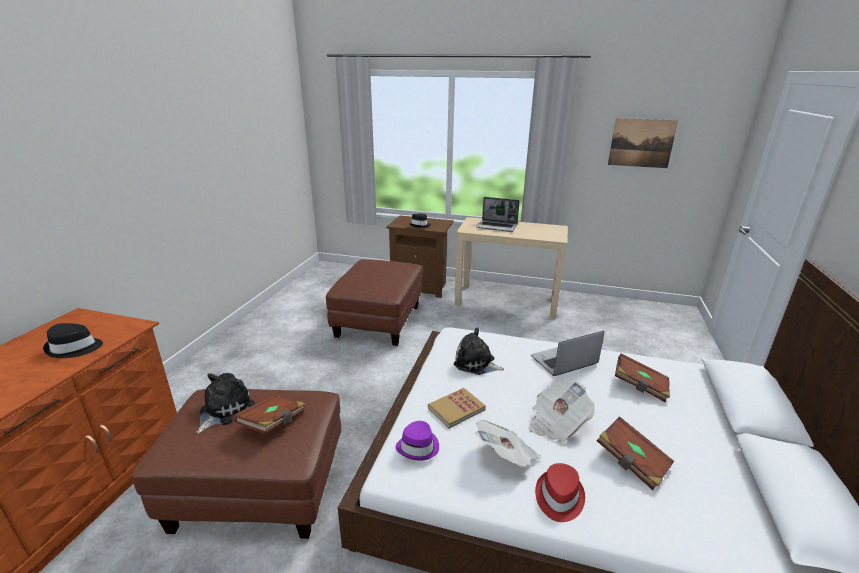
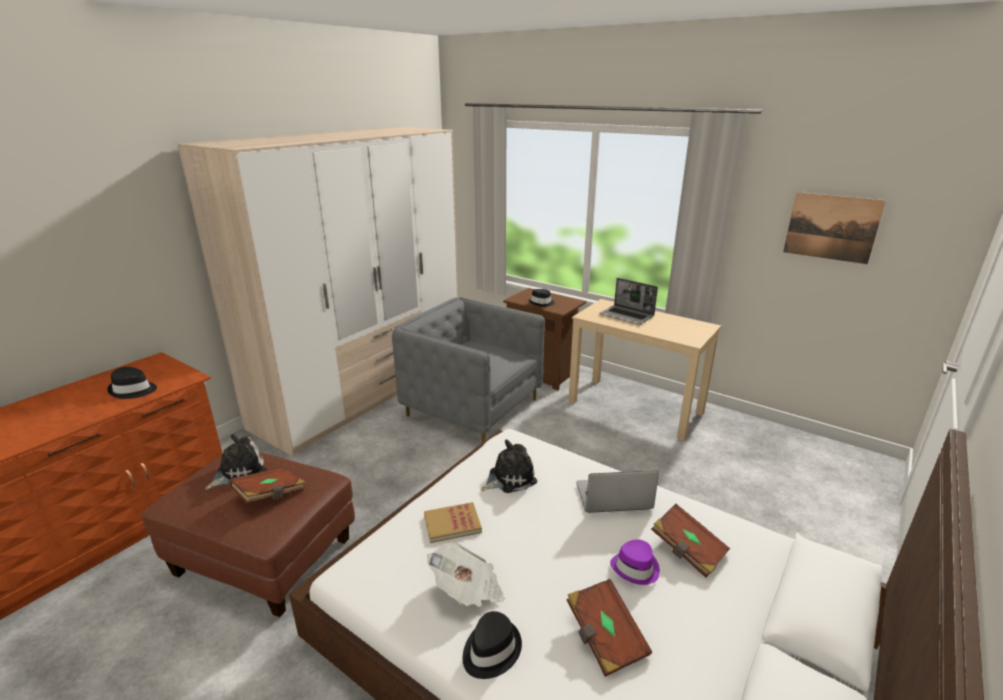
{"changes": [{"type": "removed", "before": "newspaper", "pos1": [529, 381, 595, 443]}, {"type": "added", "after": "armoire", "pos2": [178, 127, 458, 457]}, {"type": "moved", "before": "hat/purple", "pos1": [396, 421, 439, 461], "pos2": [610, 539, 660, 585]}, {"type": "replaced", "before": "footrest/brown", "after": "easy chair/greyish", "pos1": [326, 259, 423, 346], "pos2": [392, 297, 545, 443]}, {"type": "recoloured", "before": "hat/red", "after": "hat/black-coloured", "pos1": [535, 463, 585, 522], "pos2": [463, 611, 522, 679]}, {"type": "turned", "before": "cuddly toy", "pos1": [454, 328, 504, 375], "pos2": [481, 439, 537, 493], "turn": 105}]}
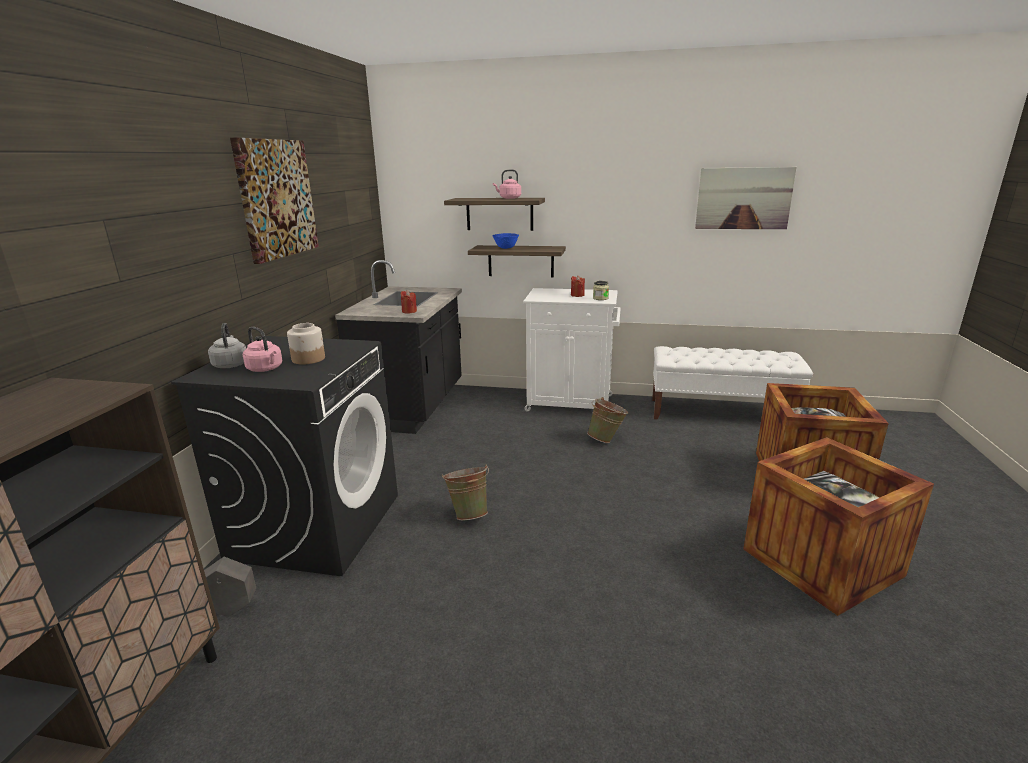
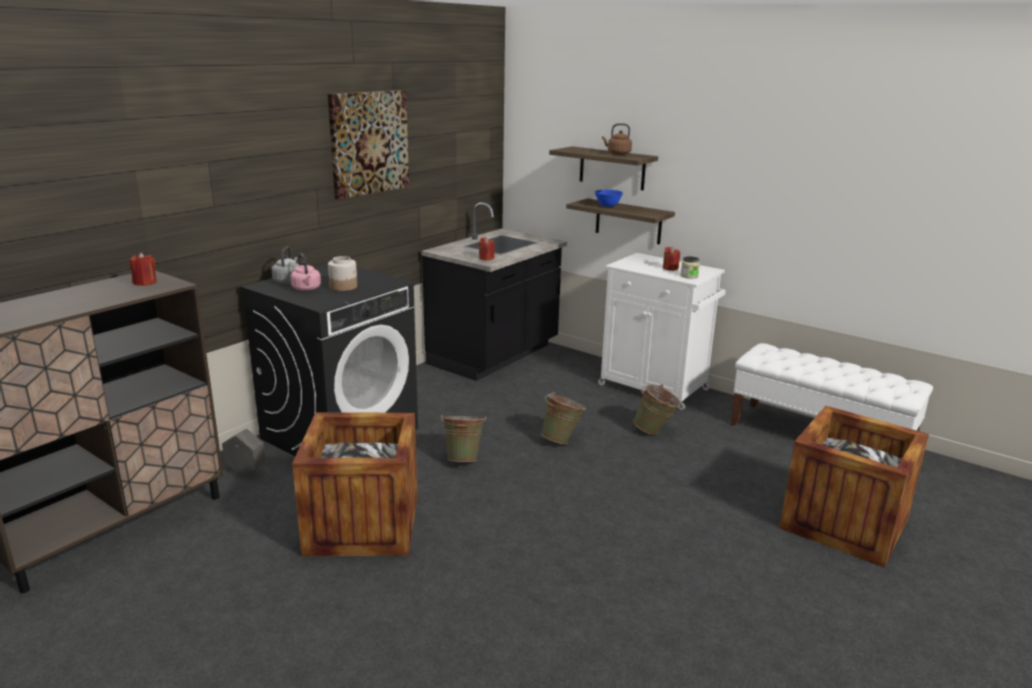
{"changes": [{"type": "removed", "before": "wall art", "pos1": [695, 167, 797, 229]}, {"type": "added", "after": "wax candle/red", "pos2": [129, 252, 157, 286]}, {"type": "added", "after": "water bucket/greenish", "pos2": [541, 392, 586, 444]}, {"type": "moved", "before": "shipping crate", "pos1": [743, 437, 934, 616], "pos2": [292, 413, 417, 556]}, {"type": "recoloured", "before": "tea kettle/pinkish", "after": "tea kettle/brown", "pos1": [493, 169, 521, 199], "pos2": [602, 123, 632, 155]}]}
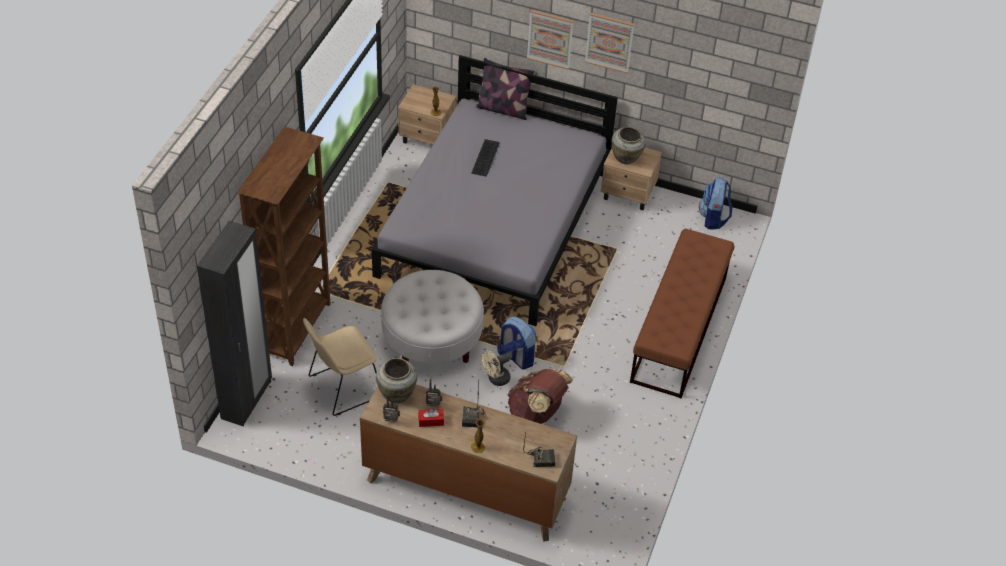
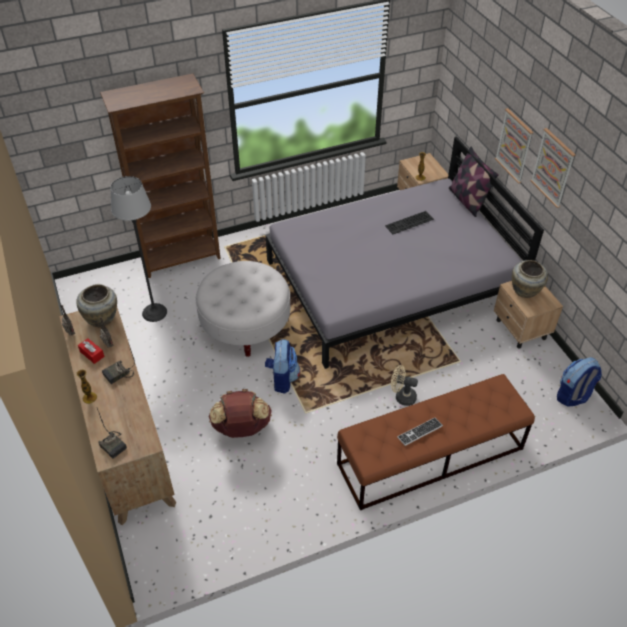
{"changes": [{"type": "removed", "before": "armoire/black-coloured", "pos1": [197, 221, 272, 427]}, {"type": "added", "after": "keyboard", "pos2": [397, 417, 443, 446]}, {"type": "moved", "before": "fan/sand-coloured", "pos1": [482, 350, 510, 386], "pos2": [391, 365, 418, 406]}, {"type": "replaced", "before": "plain chair/sand-coloured", "after": "standing lamp", "pos1": [303, 318, 377, 416], "pos2": [110, 176, 167, 322]}]}
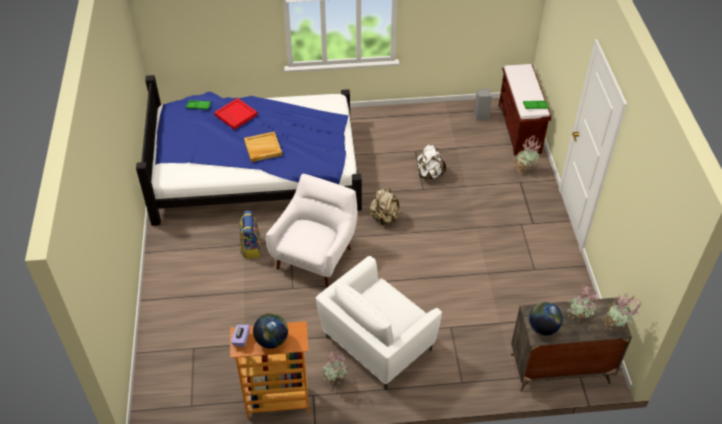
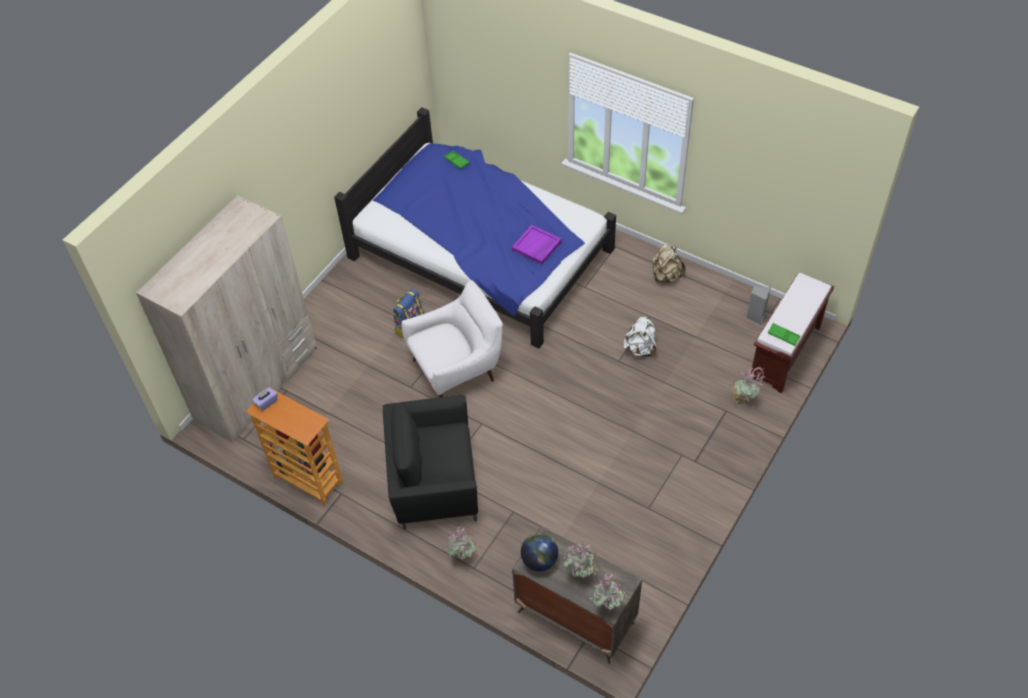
{"changes": [{"type": "removed", "before": "carrying tray/red", "pos1": [214, 98, 258, 130]}, {"type": "removed", "before": "carrying tray/sand-coloured", "pos1": [244, 131, 282, 162]}, {"type": "removed", "before": "desk globe", "pos1": [253, 313, 288, 349]}, {"type": "added", "after": "armoire/sand-coloured", "pos2": [136, 195, 317, 443]}, {"type": "added", "after": "carrying tray/purple", "pos2": [512, 225, 561, 265]}, {"type": "moved", "before": "houseplant", "pos1": [322, 351, 348, 383], "pos2": [446, 526, 478, 559]}, {"type": "moved", "before": "backpack/sand-coloured", "pos1": [369, 188, 399, 225], "pos2": [652, 244, 685, 283]}, {"type": "recoloured", "before": "easy chair/white", "after": "easy chair/black-coloured", "pos1": [316, 256, 442, 390], "pos2": [383, 395, 478, 530]}]}
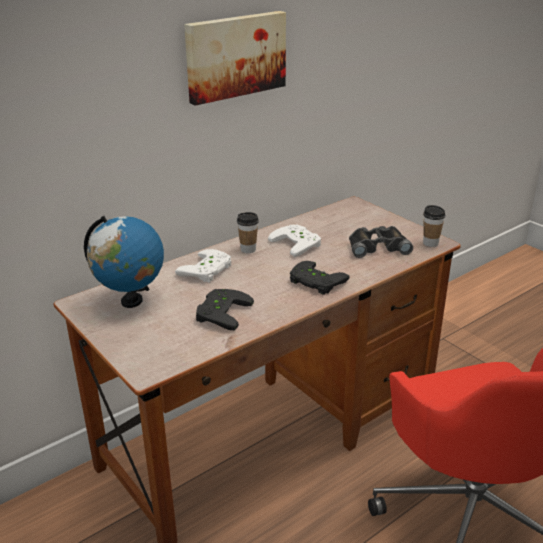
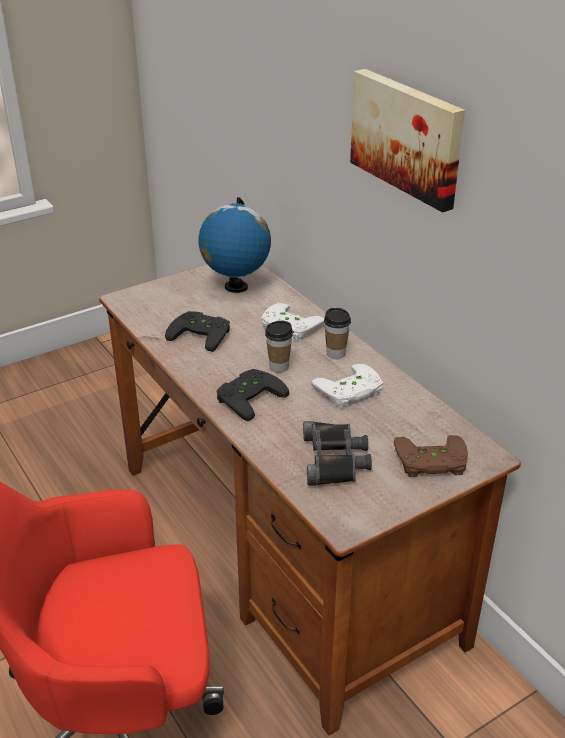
{"changes": [{"type": "added", "after": "game controller/brown", "pos2": [394, 435, 468, 477]}, {"type": "moved", "before": "cup", "pos1": [423, 205, 445, 247], "pos2": [265, 321, 293, 373]}]}
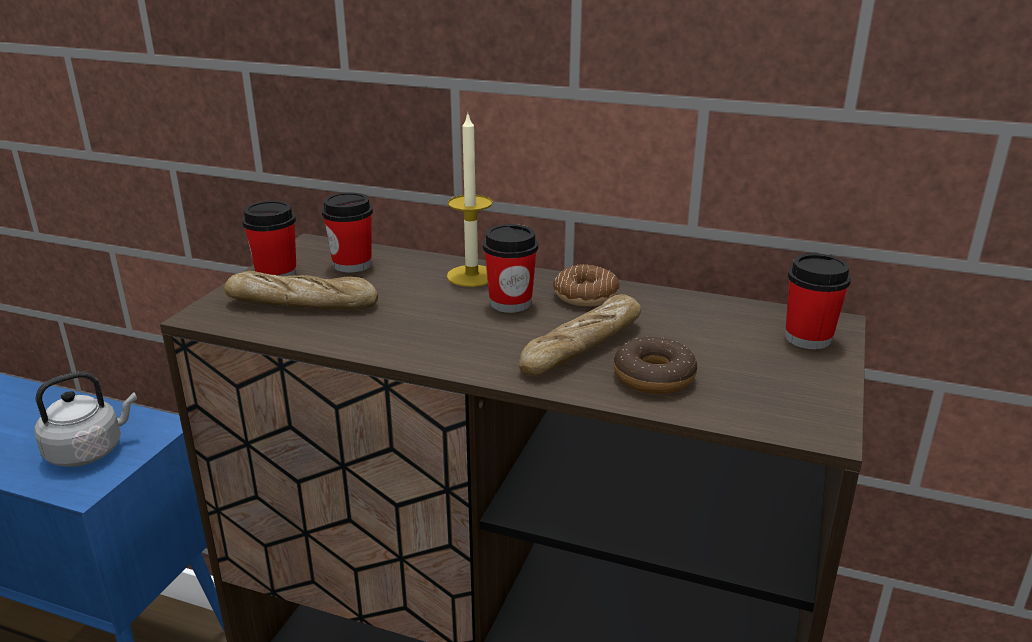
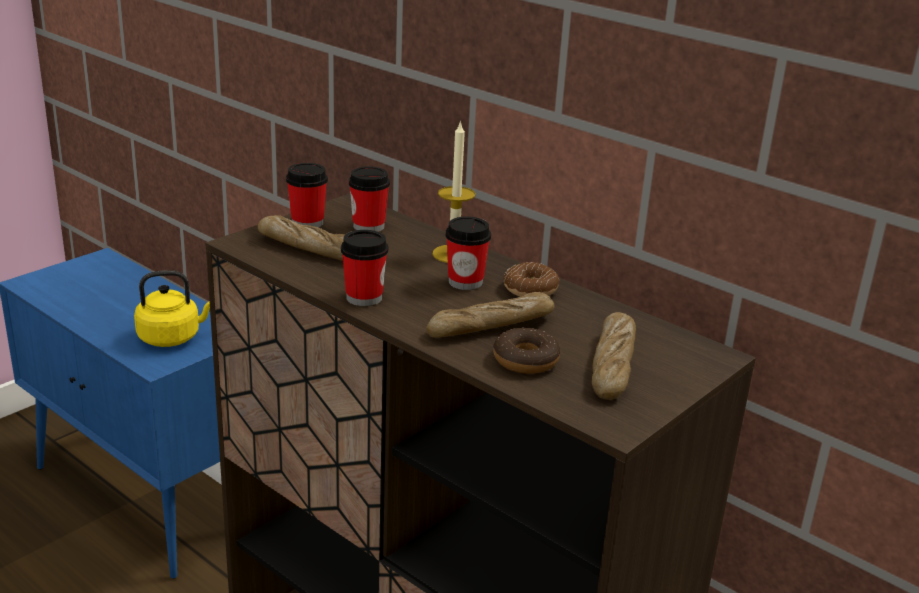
{"changes": [{"type": "added", "after": "bread", "pos2": [592, 312, 636, 400]}, {"type": "moved", "before": "cup", "pos1": [785, 253, 851, 349], "pos2": [341, 230, 388, 306]}, {"type": "recoloured", "before": "tea kettle/greyish", "after": "tea kettle/yellow-coloured", "pos1": [34, 371, 137, 467], "pos2": [134, 270, 210, 347]}]}
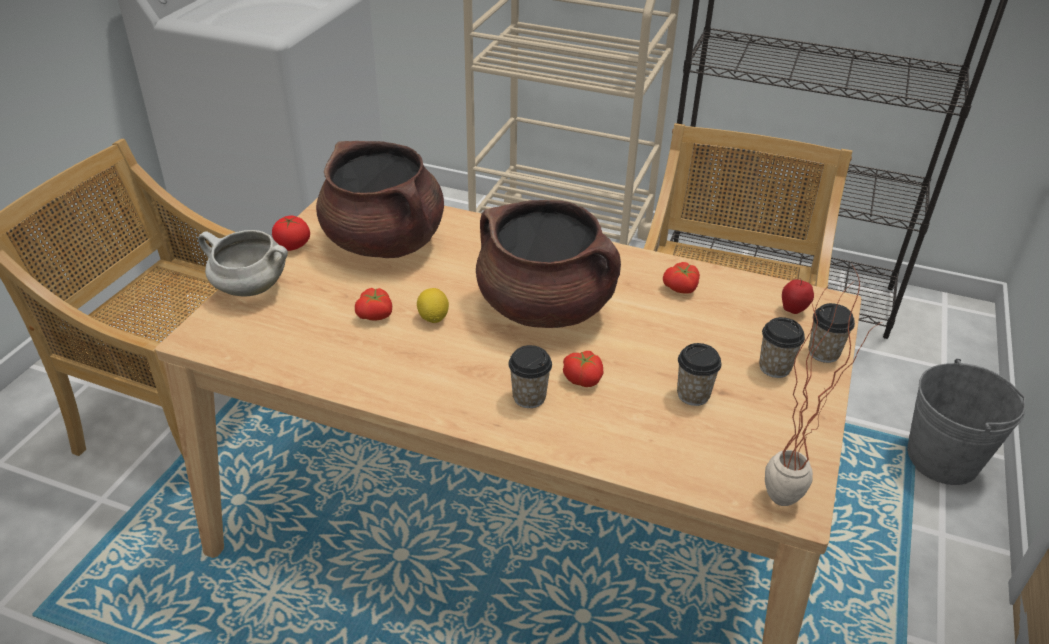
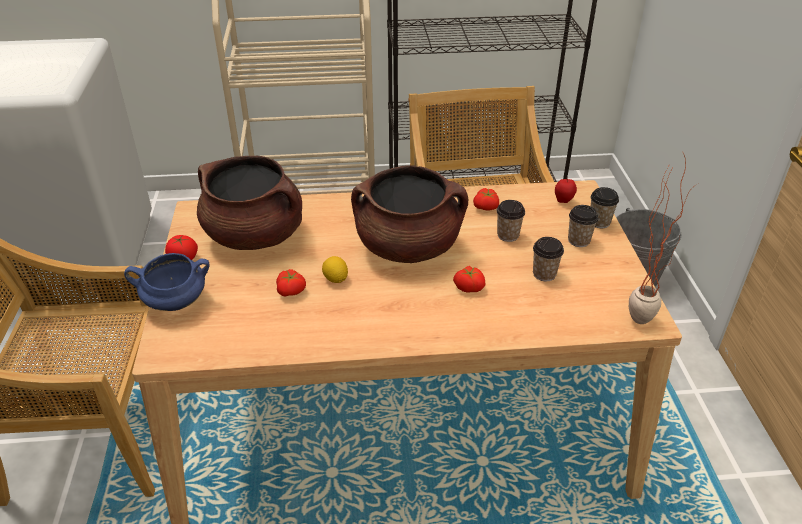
{"changes": [{"type": "moved", "before": "cup", "pos1": [508, 345, 552, 408], "pos2": [497, 200, 525, 242]}, {"type": "recoloured", "before": "saucepot/white", "after": "saucepot/blue", "pos1": [198, 230, 288, 296], "pos2": [124, 253, 210, 311]}]}
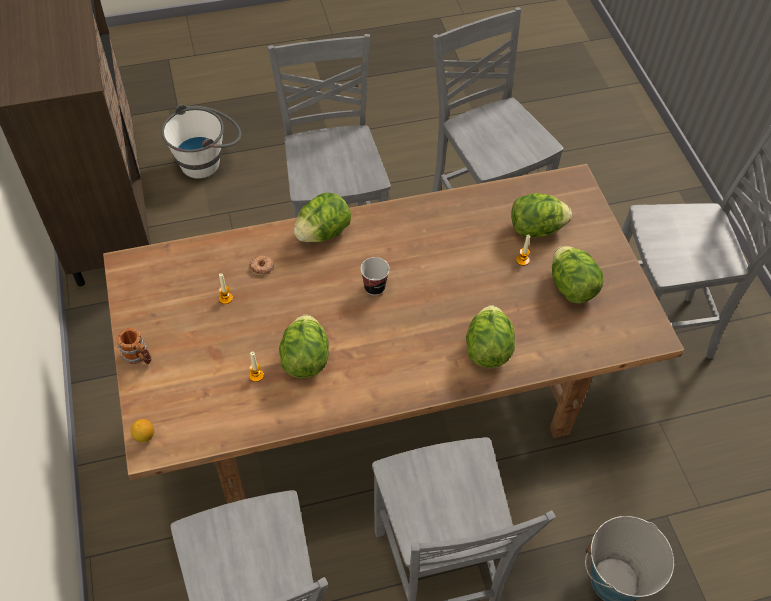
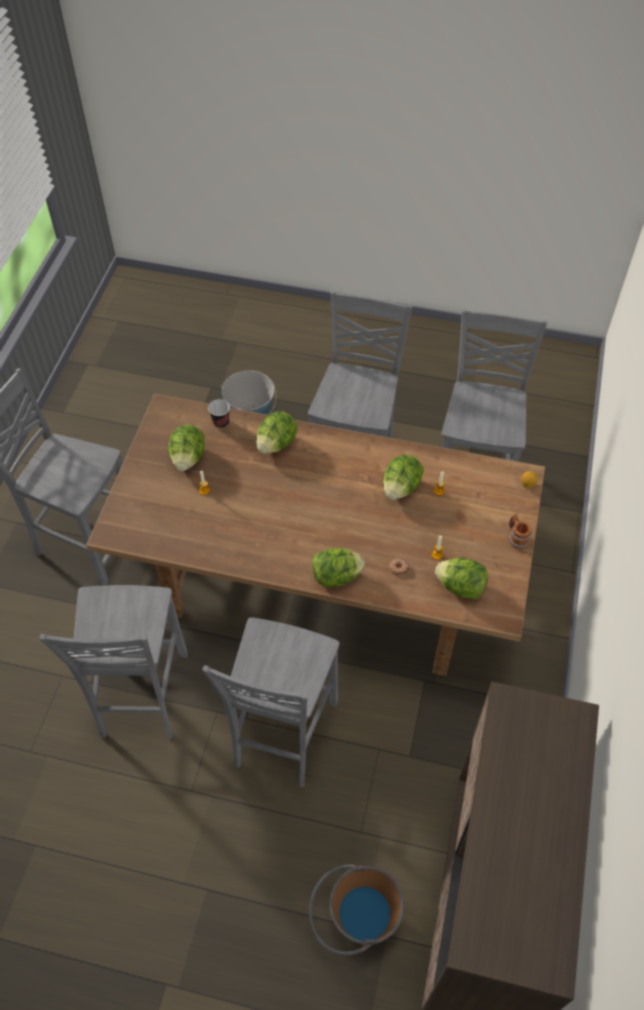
{"changes": [{"type": "moved", "before": "cup", "pos1": [361, 257, 390, 295], "pos2": [208, 399, 230, 429]}, {"type": "moved", "before": "lettuce head", "pos1": [511, 193, 572, 238], "pos2": [435, 558, 488, 599]}, {"type": "recoloured", "before": "water bucket/white", "after": "water bucket/brown", "pos1": [161, 104, 241, 179], "pos2": [309, 864, 404, 956]}]}
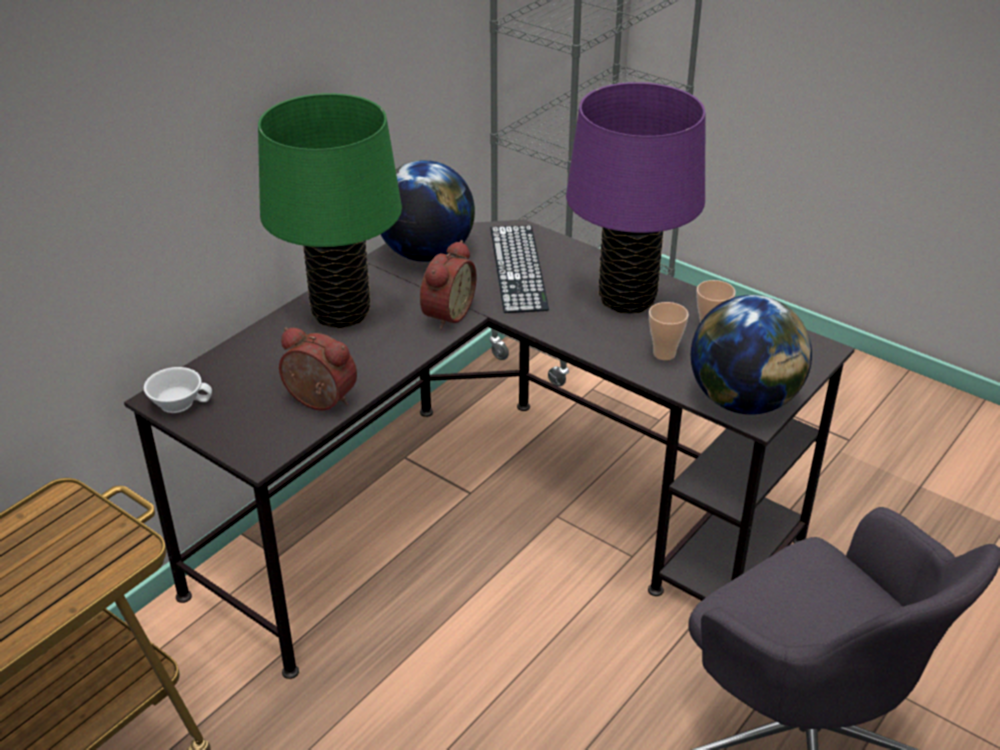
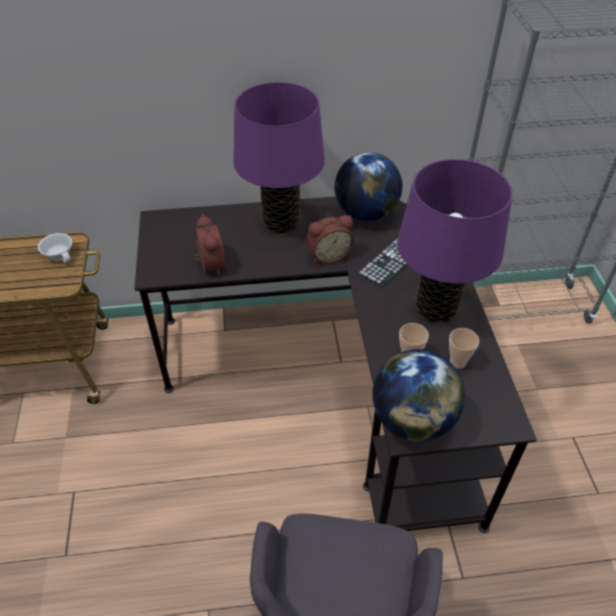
{"changes": [{"type": "moved", "before": "cup/white", "pos1": [144, 367, 212, 413], "pos2": [38, 233, 72, 263]}, {"type": "recoloured", "before": "lamp for a table/greenish", "after": "lamp for a table/purple", "pos1": [258, 93, 402, 328], "pos2": [233, 82, 325, 233]}]}
